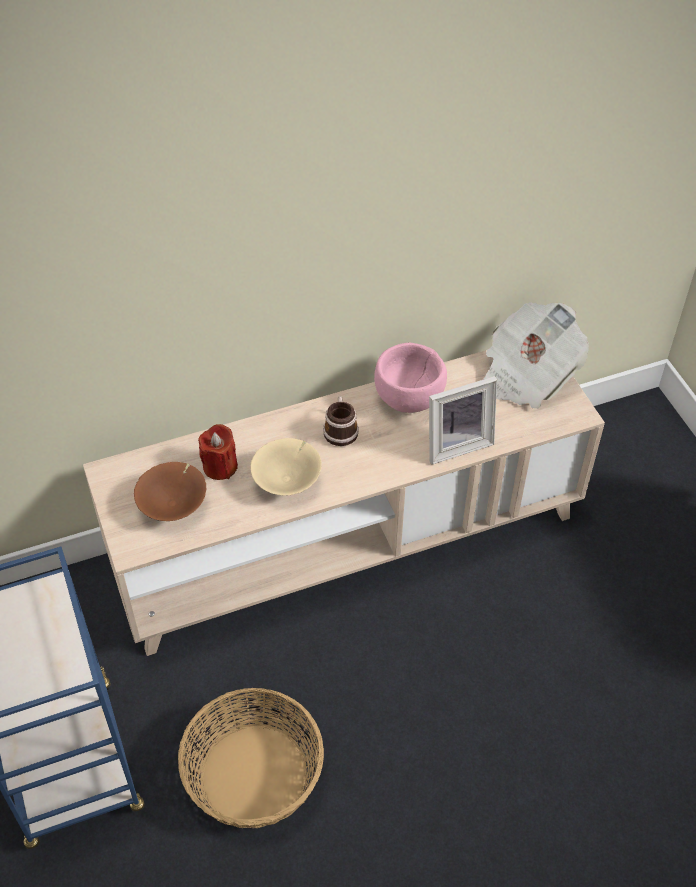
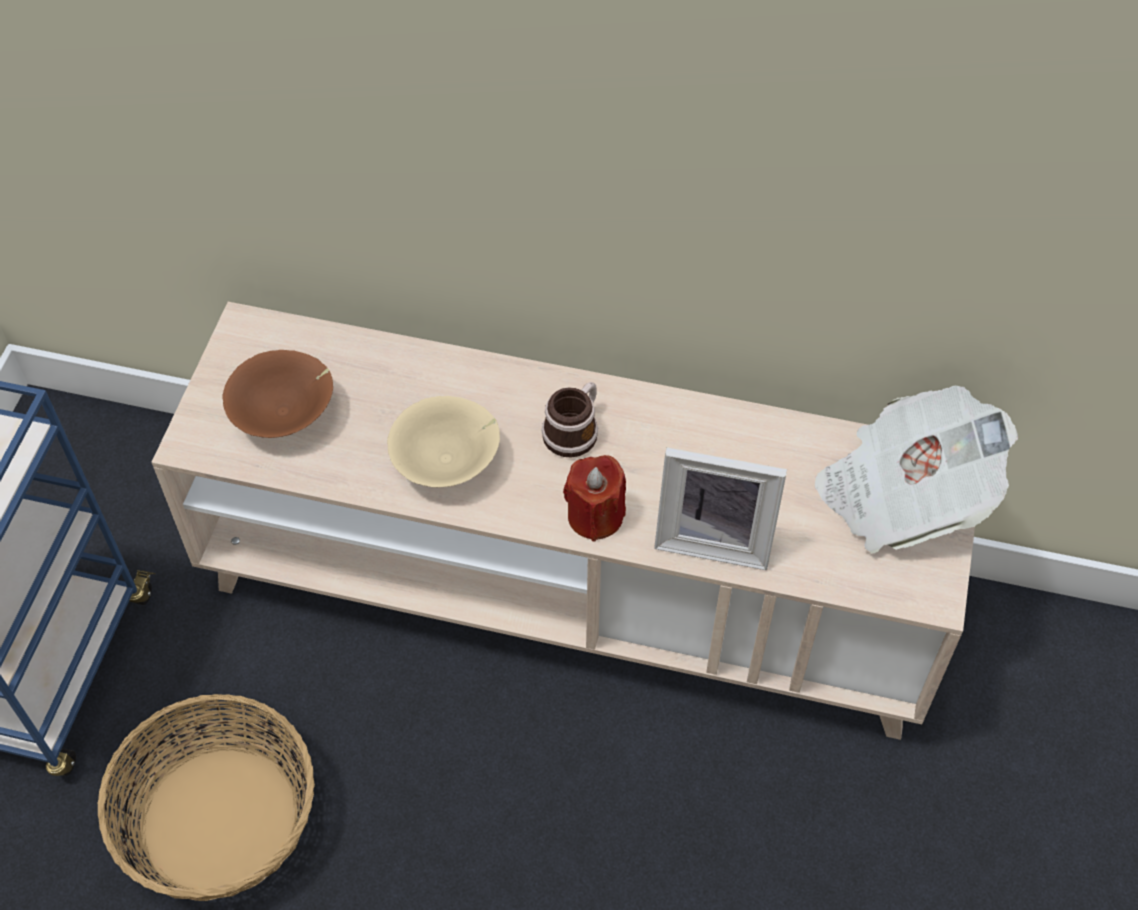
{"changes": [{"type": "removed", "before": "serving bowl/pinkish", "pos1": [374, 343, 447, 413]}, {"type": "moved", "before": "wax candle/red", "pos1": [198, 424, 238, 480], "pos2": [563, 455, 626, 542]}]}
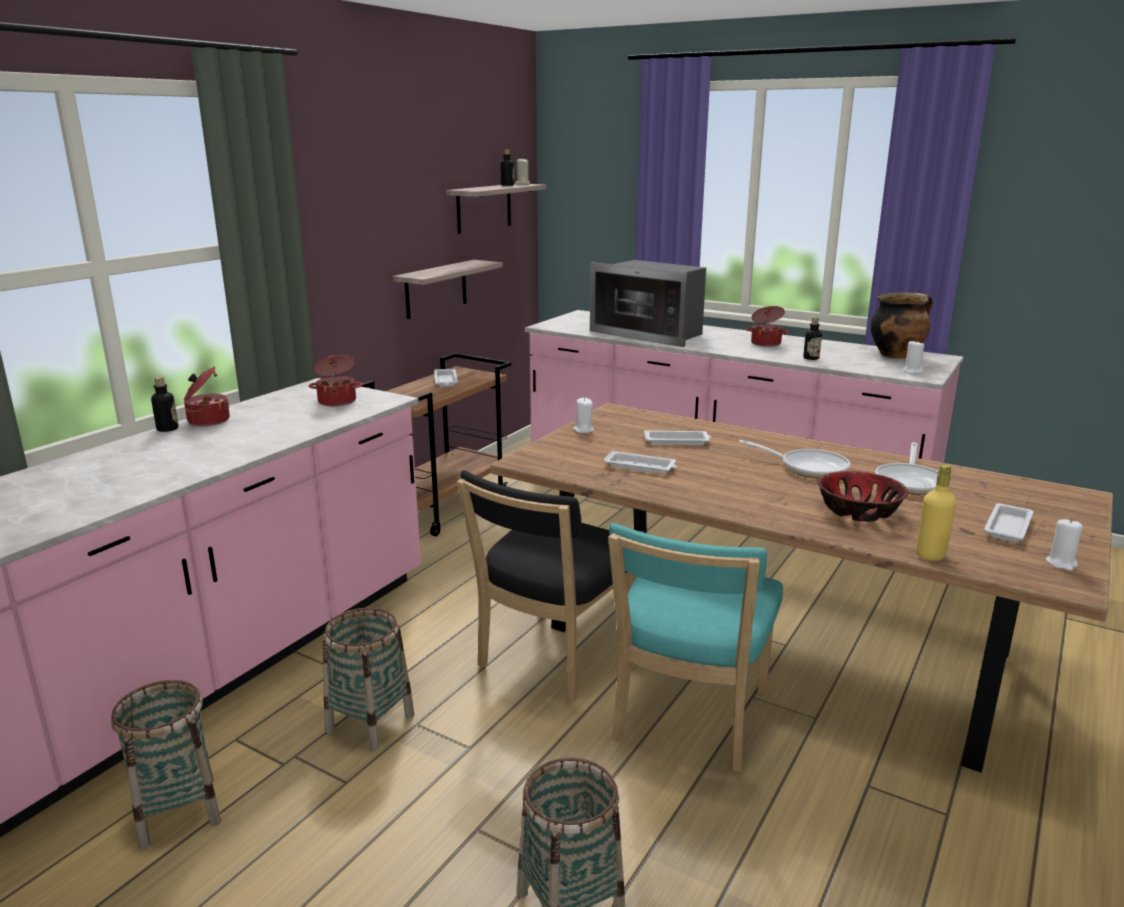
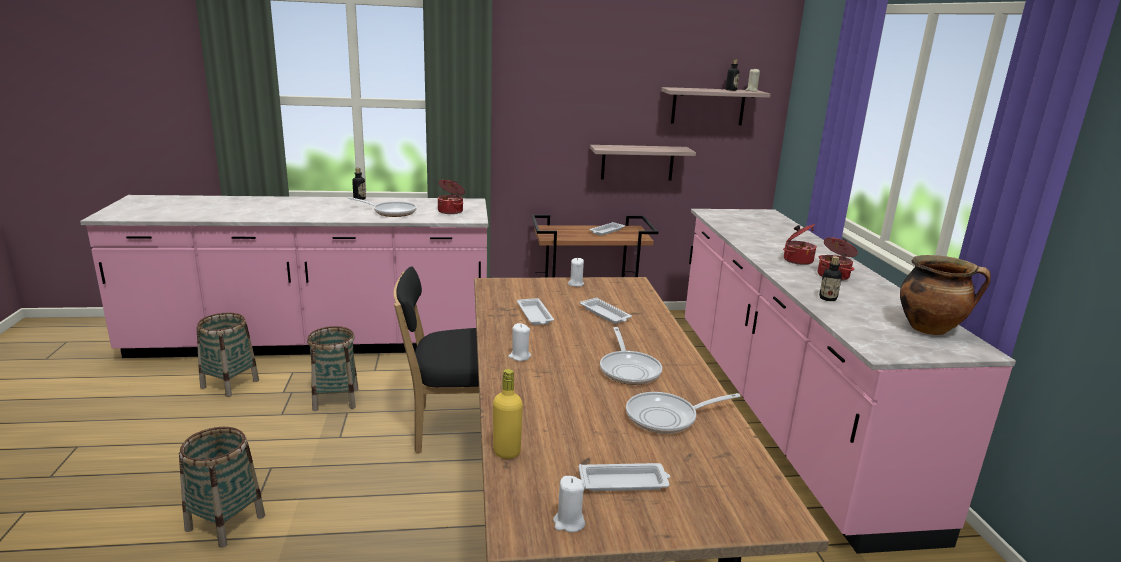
{"changes": [{"type": "removed", "before": "microwave", "pos1": [590, 260, 706, 347]}, {"type": "removed", "before": "plain chair/turquoise-coloured", "pos1": [608, 523, 783, 771]}, {"type": "removed", "before": "serving bowl", "pos1": [817, 471, 908, 522]}, {"type": "added", "after": "skillet", "pos2": [348, 197, 417, 217]}, {"type": "moved", "before": "saucepot", "pos1": [184, 367, 230, 426], "pos2": [783, 224, 817, 265]}, {"type": "moved", "before": "wax candle/white", "pos1": [903, 341, 925, 374], "pos2": [508, 323, 531, 361]}]}
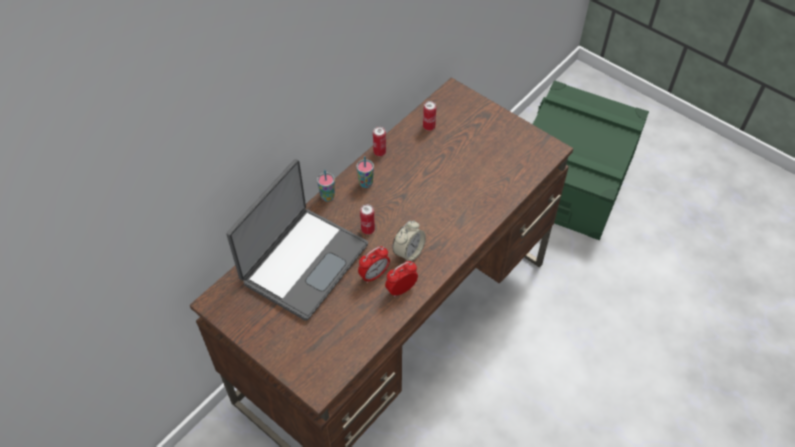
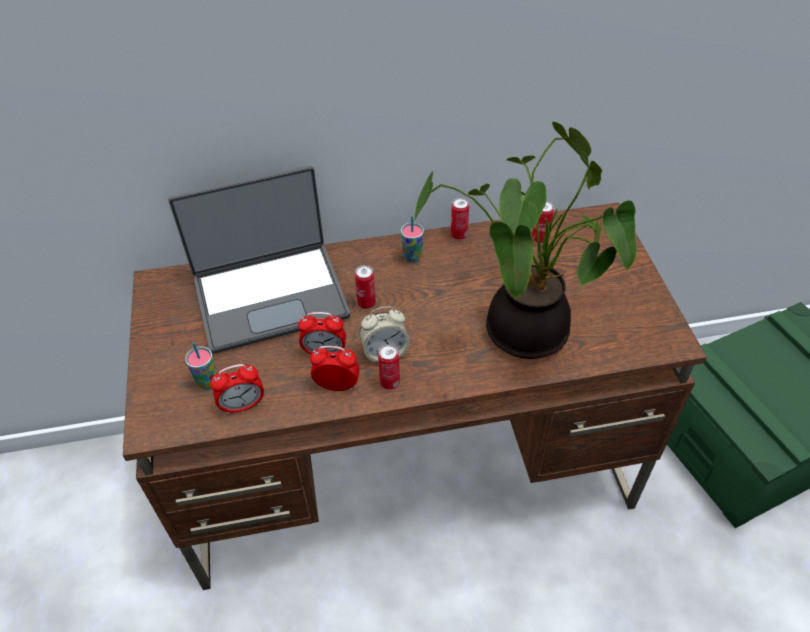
{"changes": [{"type": "added", "after": "table clock", "pos2": [211, 364, 264, 415]}, {"type": "added", "after": "metal can", "pos2": [378, 344, 400, 390]}, {"type": "added", "after": "houseplant", "pos2": [413, 122, 637, 359]}, {"type": "moved", "before": "cup", "pos1": [317, 170, 335, 201], "pos2": [185, 342, 217, 390]}]}
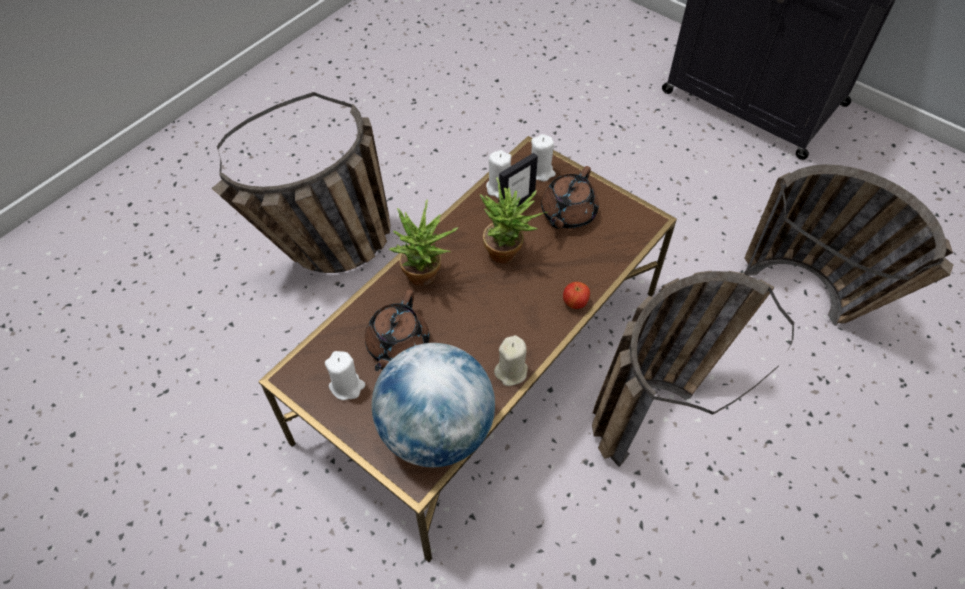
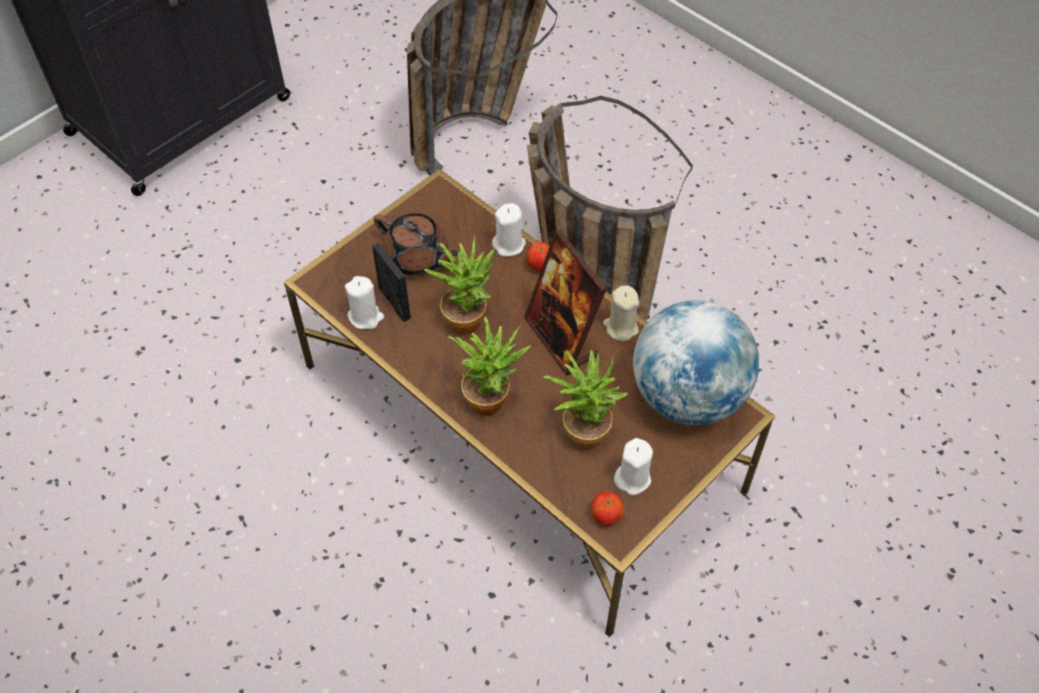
{"changes": [{"type": "removed", "before": "storage basket", "pos1": [212, 92, 391, 273]}, {"type": "added", "after": "photo frame", "pos2": [524, 230, 607, 376]}, {"type": "added", "after": "whole apple", "pos2": [591, 492, 624, 525]}, {"type": "moved", "before": "wax candle/white", "pos1": [531, 134, 556, 182], "pos2": [492, 203, 526, 256]}, {"type": "replaced", "before": "pot for tea/brown", "after": "houseplant", "pos1": [365, 289, 429, 371], "pos2": [543, 350, 628, 450]}]}
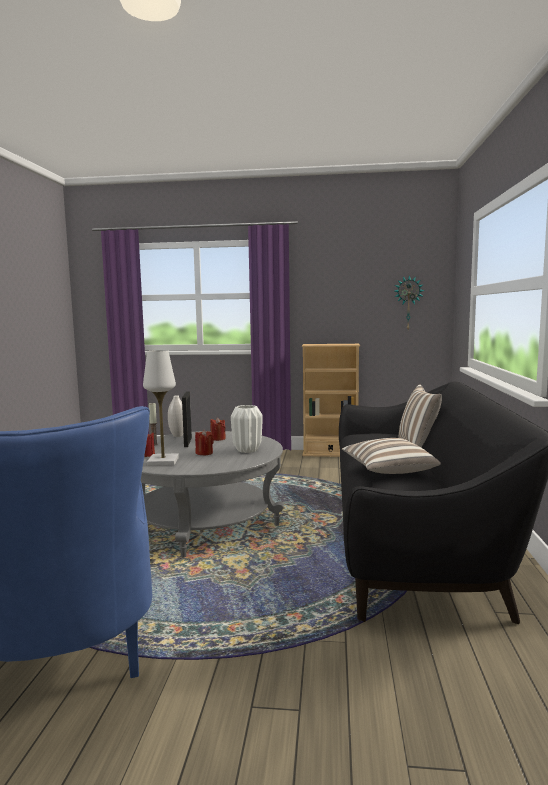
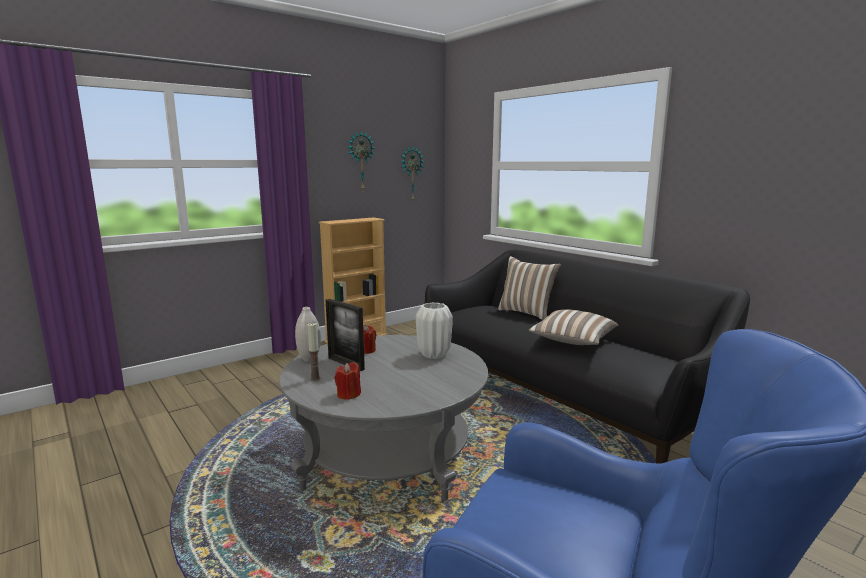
{"changes": [{"type": "removed", "before": "lamp for a table/white", "pos1": [143, 350, 179, 466]}, {"type": "removed", "before": "wax candle/red", "pos1": [195, 430, 214, 455]}, {"type": "added", "after": "wall clock", "pos2": [347, 131, 375, 190]}]}
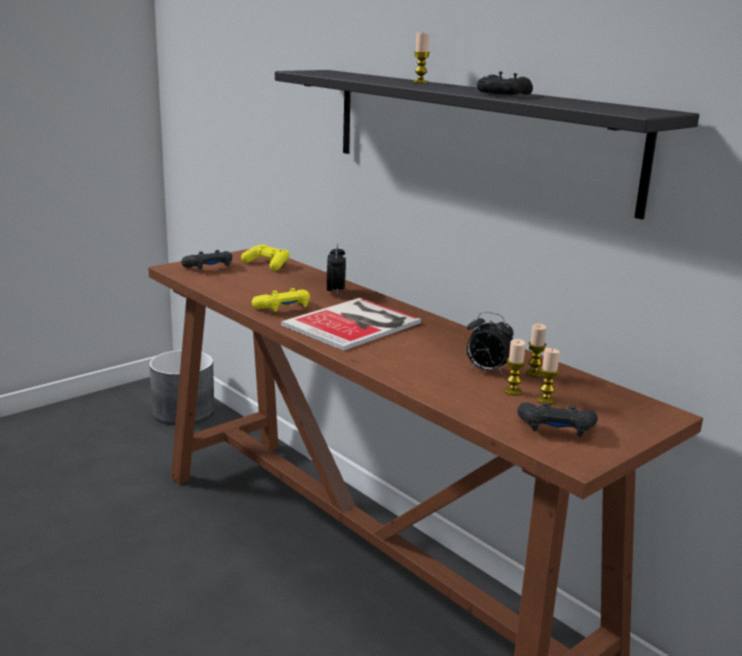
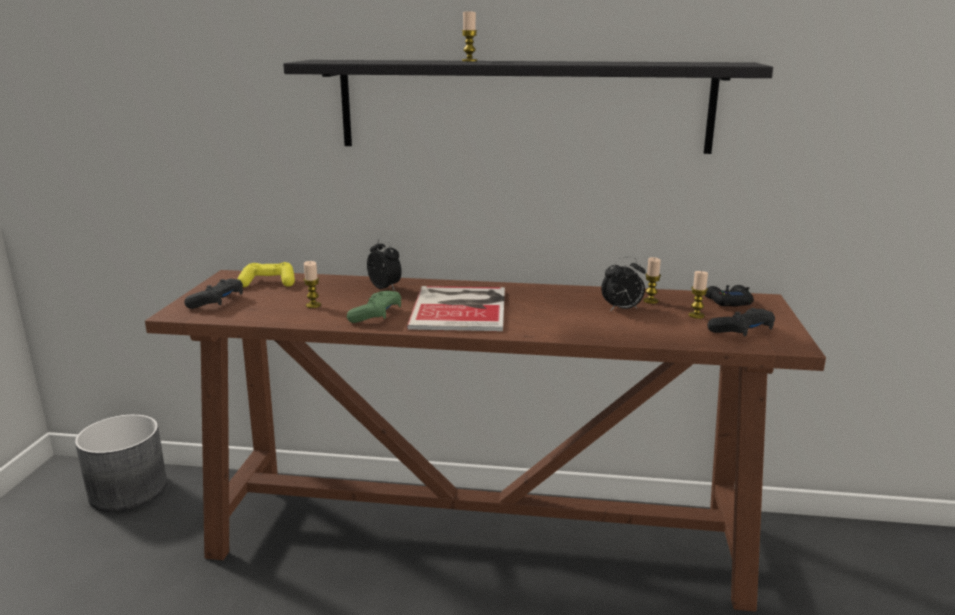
{"changes": [{"type": "moved", "before": "game controller/black-coloured", "pos1": [477, 72, 533, 95], "pos2": [705, 285, 754, 306]}, {"type": "moved", "before": "wax candle", "pos1": [504, 339, 526, 395], "pos2": [303, 261, 321, 308]}, {"type": "recoloured", "before": "game controller/yellow-coloured", "after": "game controller/greenish", "pos1": [252, 288, 310, 312], "pos2": [347, 291, 401, 323]}]}
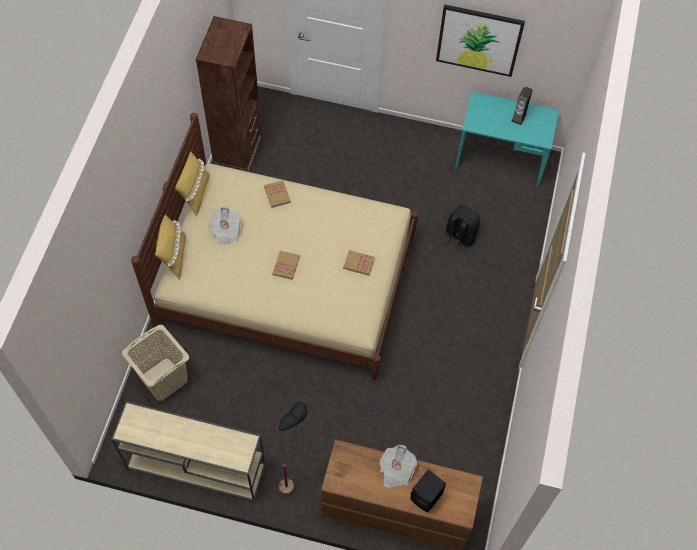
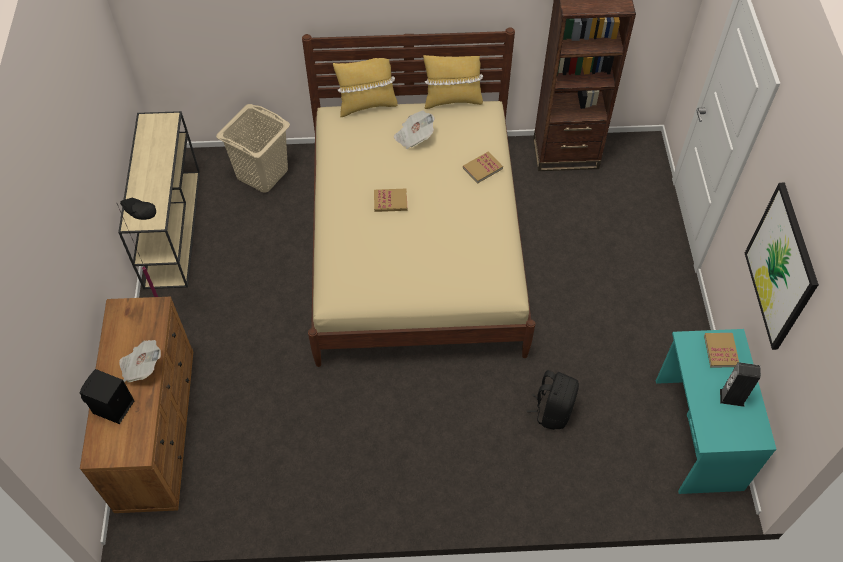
{"changes": [{"type": "moved", "before": "volume", "pos1": [343, 250, 375, 276], "pos2": [704, 333, 739, 368]}]}
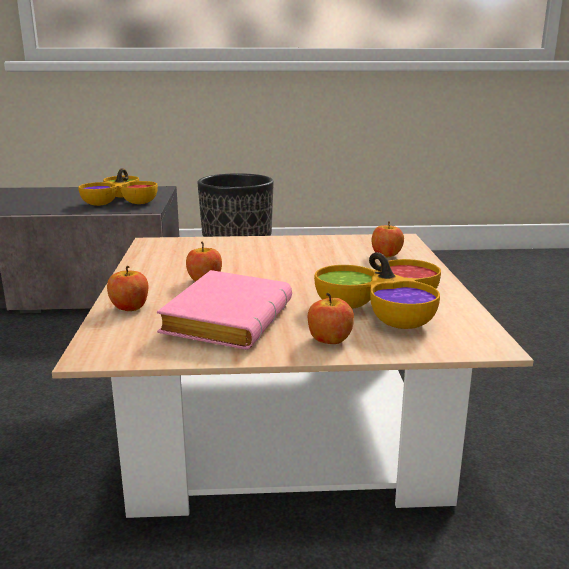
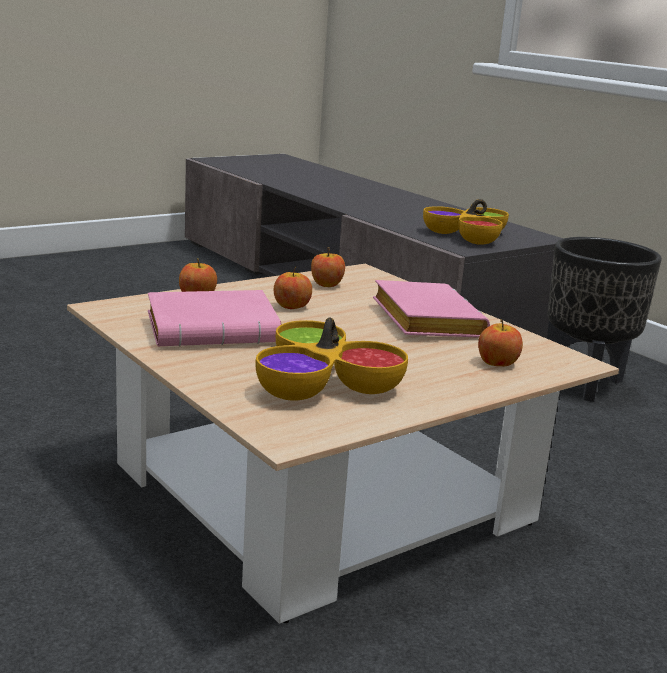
{"changes": [{"type": "added", "after": "volume/pinkish", "pos2": [373, 280, 490, 338]}, {"type": "moved", "before": "whole apple", "pos1": [308, 293, 354, 344], "pos2": [311, 247, 345, 287]}]}
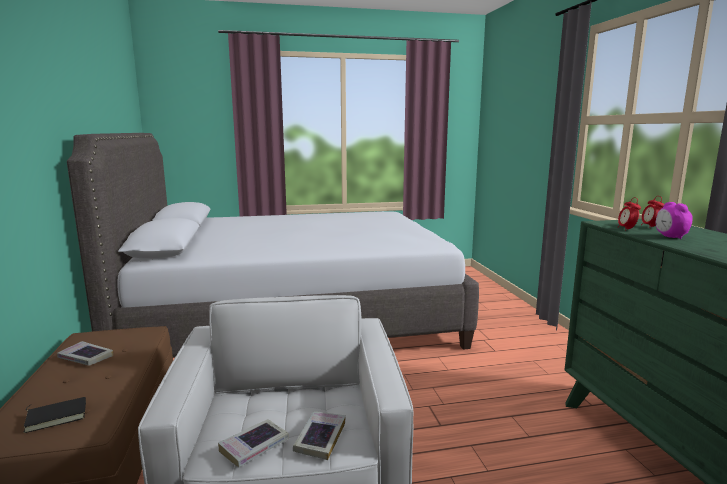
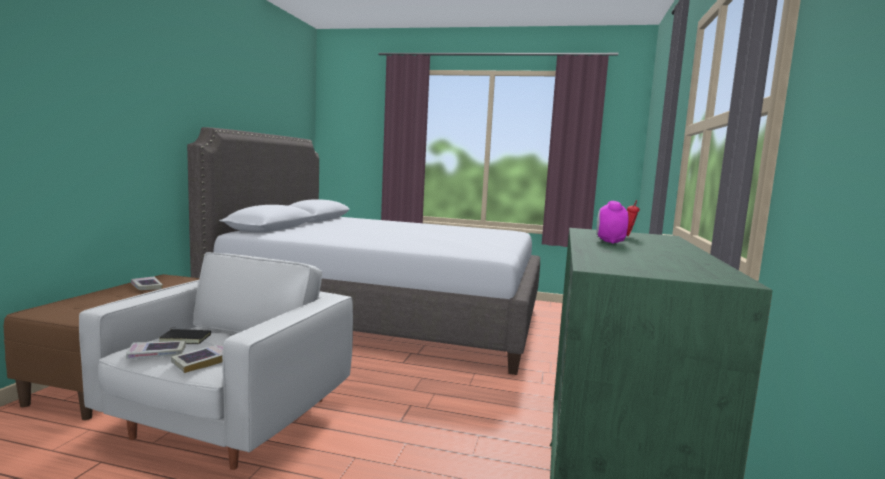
{"changes": [{"type": "removed", "before": "table clock", "pos1": [618, 197, 641, 231]}, {"type": "moved", "before": "volume/black-coloured", "pos1": [23, 397, 86, 433], "pos2": [159, 327, 211, 344]}]}
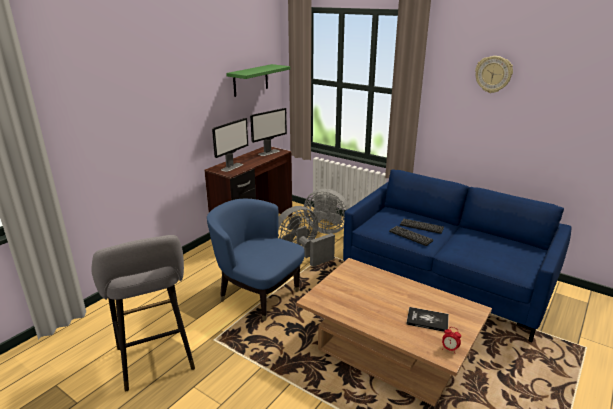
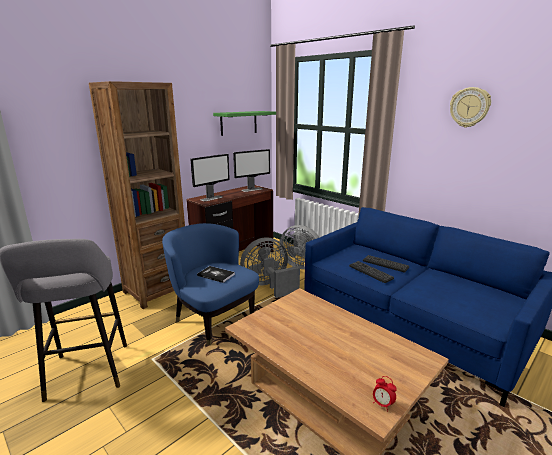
{"changes": [{"type": "added", "after": "shelving unit/brown", "pos2": [89, 81, 185, 309]}, {"type": "moved", "before": "volume", "pos1": [406, 307, 449, 332], "pos2": [197, 266, 235, 283]}]}
